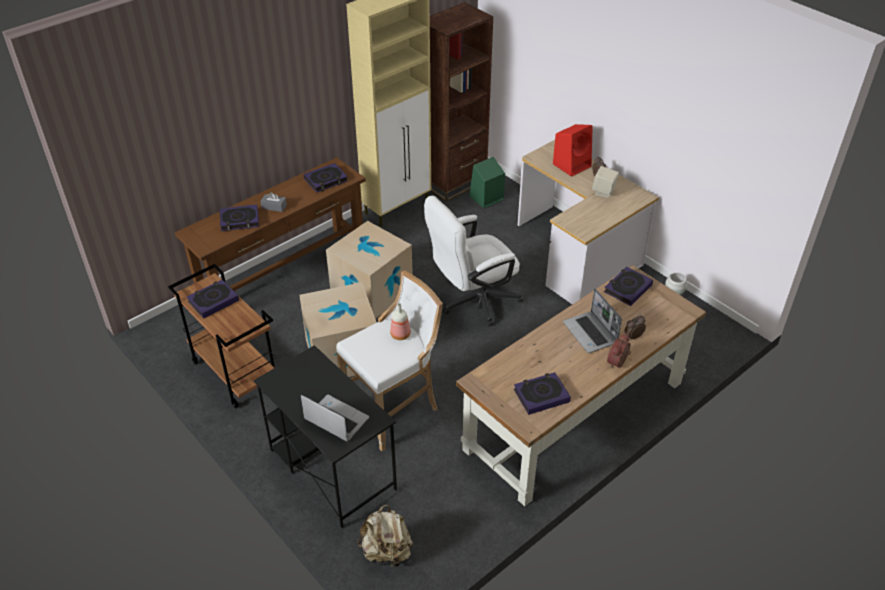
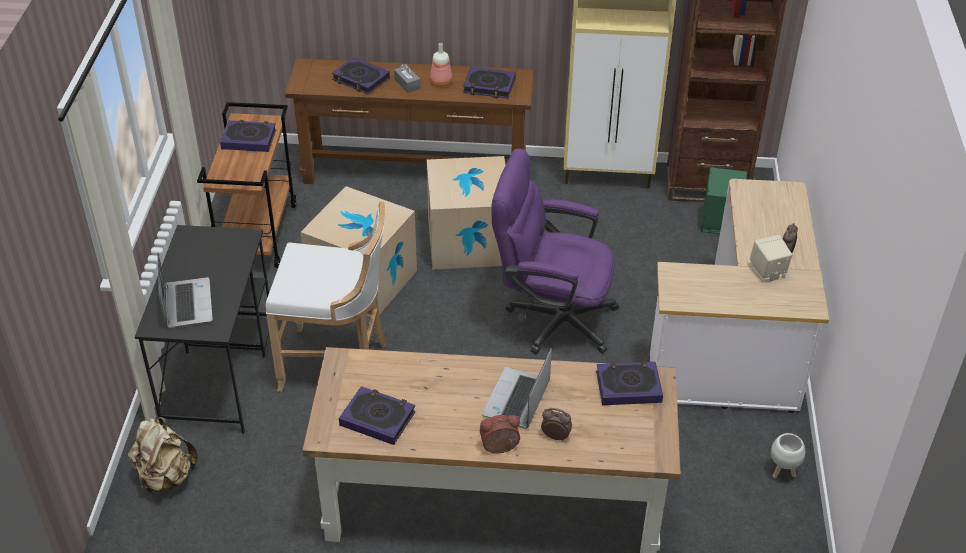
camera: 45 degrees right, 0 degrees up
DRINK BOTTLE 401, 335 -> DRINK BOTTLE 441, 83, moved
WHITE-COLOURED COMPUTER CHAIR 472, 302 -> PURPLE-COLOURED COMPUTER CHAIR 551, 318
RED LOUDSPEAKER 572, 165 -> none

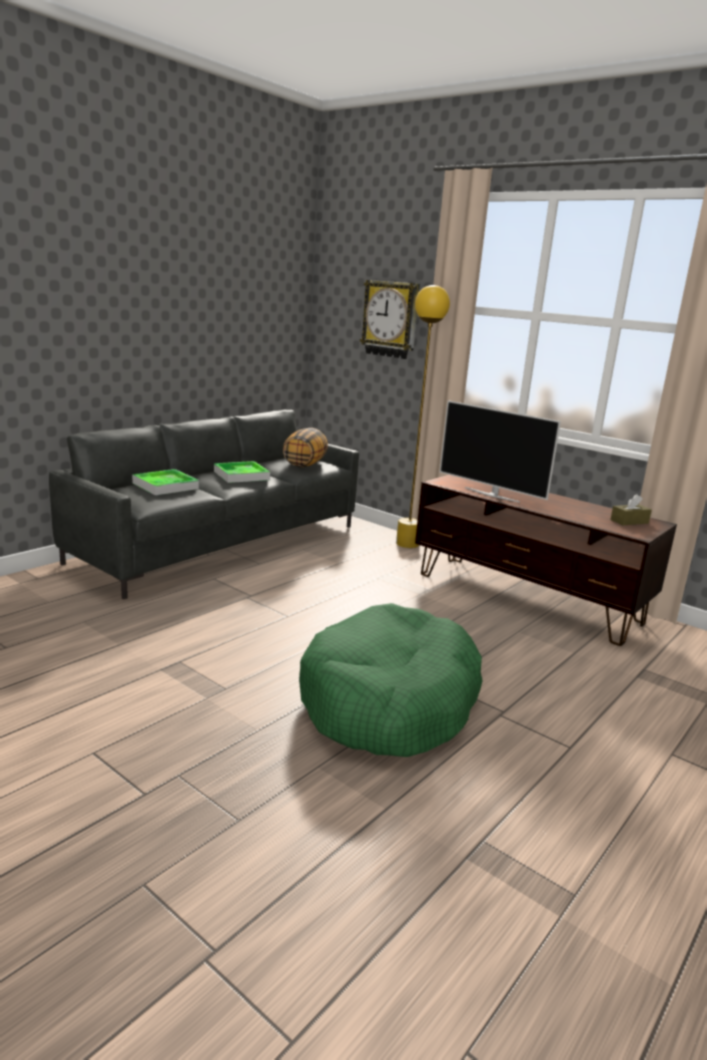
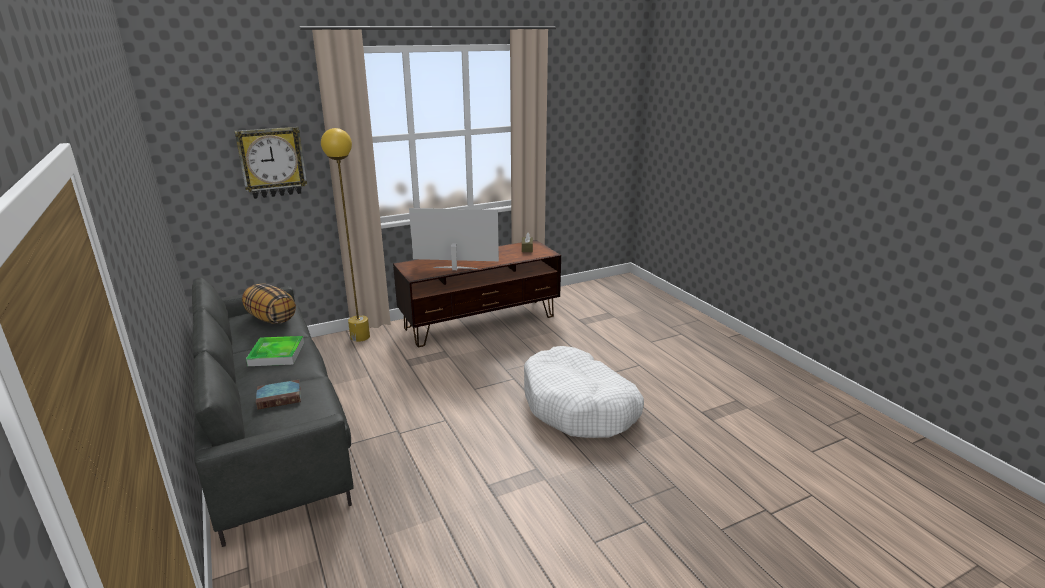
camera: 65 degrees left, 5 degrees up
TRAY 165, 486 -> VOLUME 280, 397
TELEVISION 492, 494 -> TELEVISION 455, 268, 150 degrees counterclockwise
GREEN DOG BED 389, 702 -> WHITE-COLOURED DOG BED 579, 406

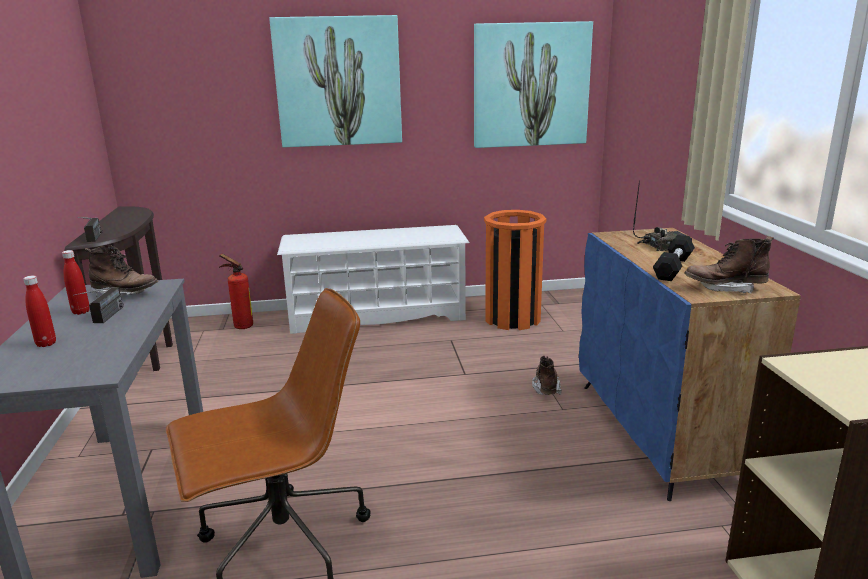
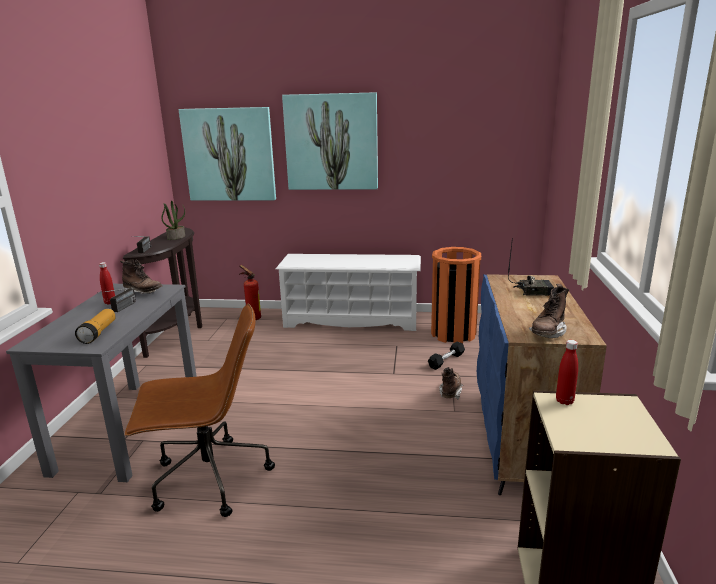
camera: 15 degrees right, 0 degrees up
none -> HAND TORCH 98, 333
none -> HOUSEPLANT 176, 237
WALL PICTURE 530, 85 -> WALL PICTURE 229, 154, moved
BLACK DUMBBELL 673, 268 -> BLACK DUMBBELL 446, 360, moved
BROWN-COLOURED HIGH-TOP BOOT 725, 288 -> BROWN-COLOURED HIGH-TOP BOOT 548, 332, 75 degrees counterclockwise
RED DRINK BOTTLE 46, 344 -> RED DRINK BOTTLE 564, 401, moved

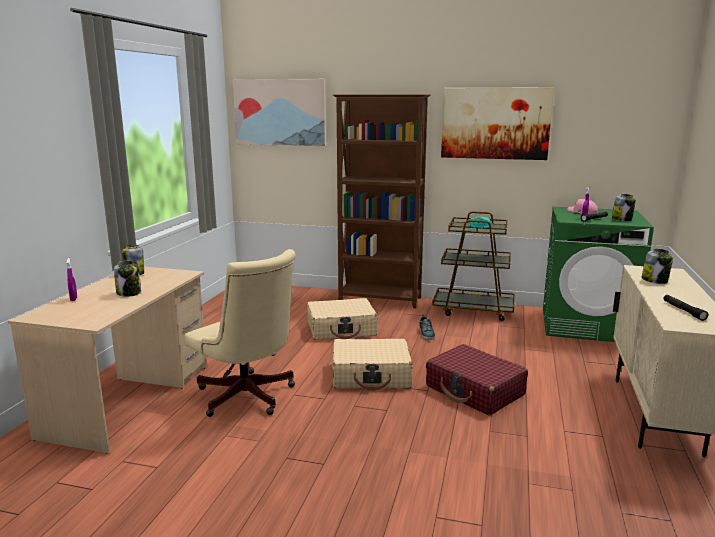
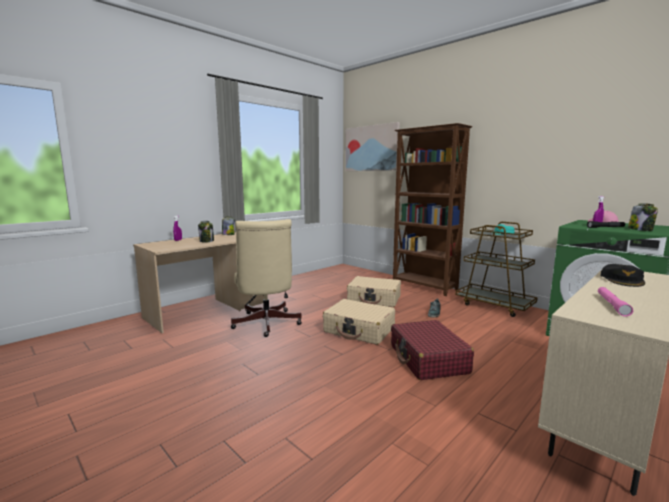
camera: 30 degrees right, 5 degrees down
BLACK HAND TORCH 683, 311 -> PINKISH HAND TORCH 612, 305
STORAGE JAR 655, 280 -> BLACK BASEBALL CAP 622, 280
WALL PICTURE 495, 123 -> none

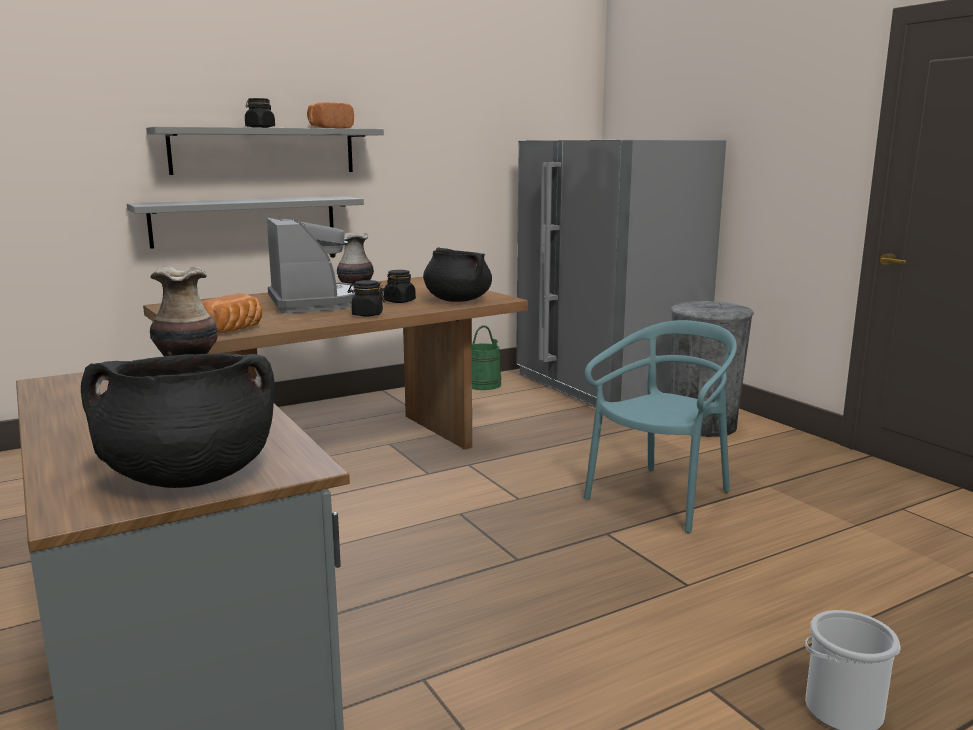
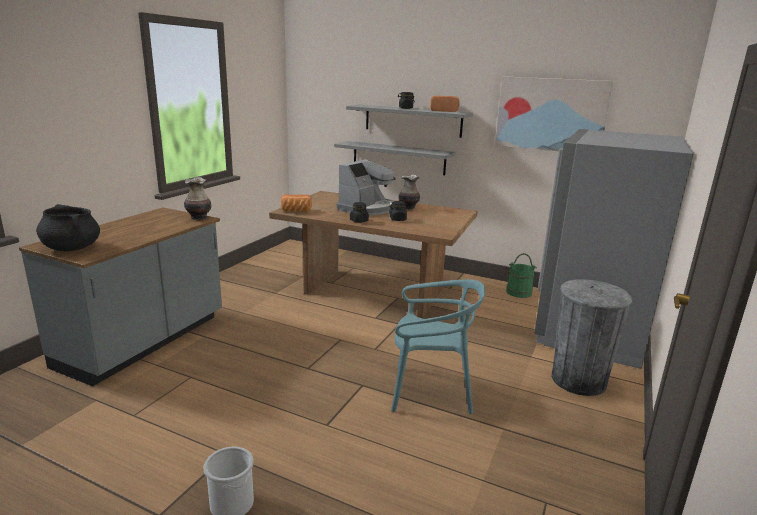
camera: 55 degrees right, 5 degrees up
none -> WALL PICTURE 551, 114
BLACK STOCKPOT 457, 300 -> none

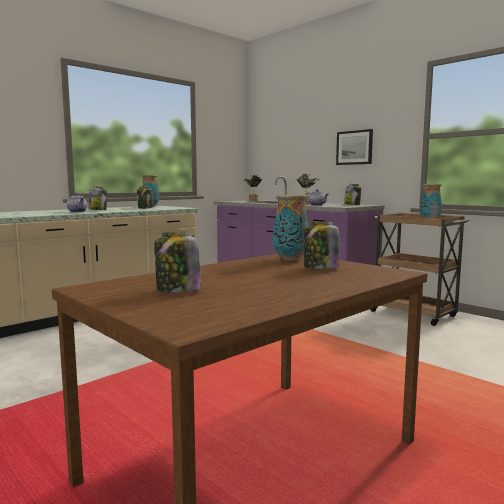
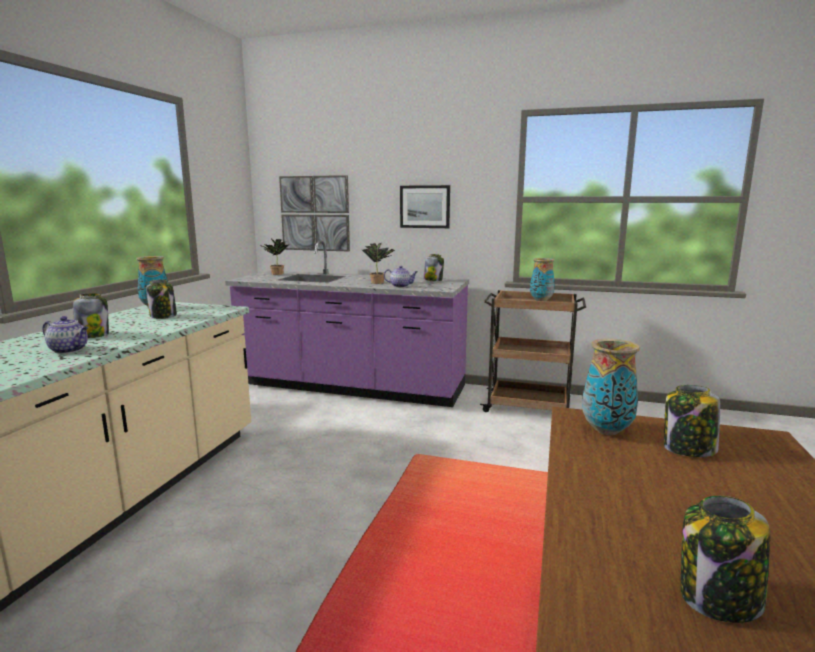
camera: 30 degrees left, 5 degrees up
none -> WALL PICTURE 315, 213

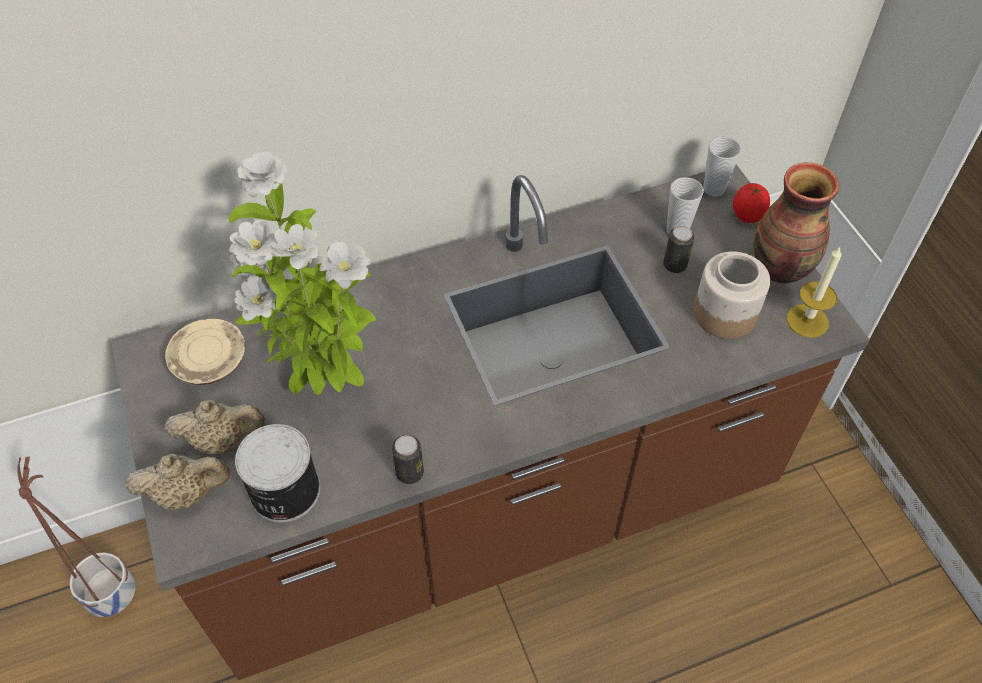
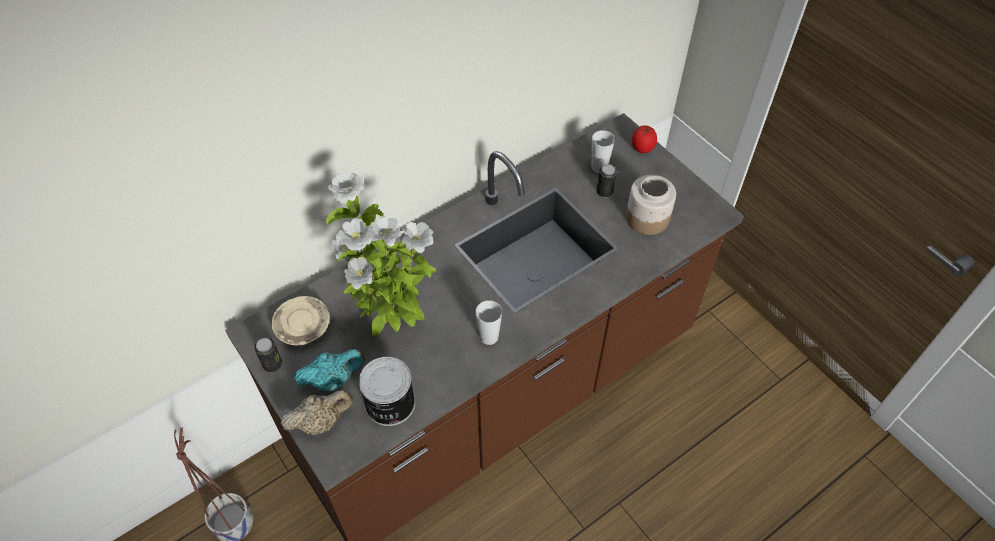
camera: 15 degrees left, 0 degrees up
SEALED CAN 409, 472 -> SEALED CAN 272, 364, moved
BEIGE-COLOURED POT FOR TEA 222, 440 -> TURQUOISE-COLOURED POT FOR TEA 333, 379
CUP 714, 189 -> CUP 489, 337, moved
DECORATIVE VASE 781, 268 -> none
WAX CANDLE 807, 321 -> none

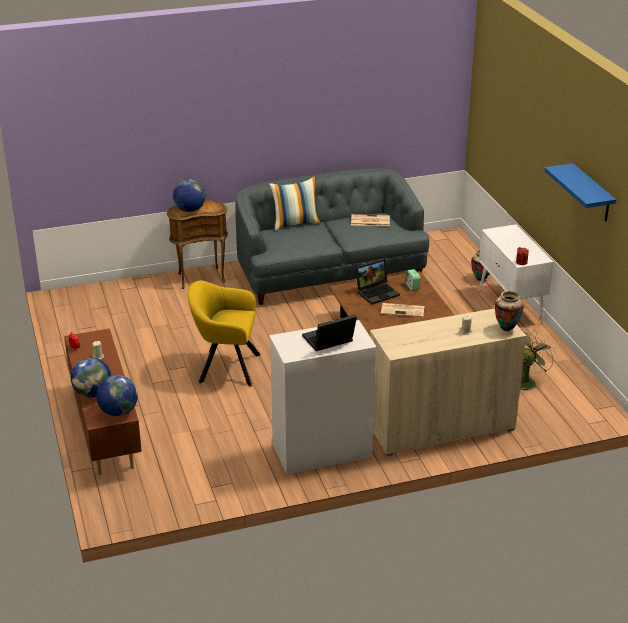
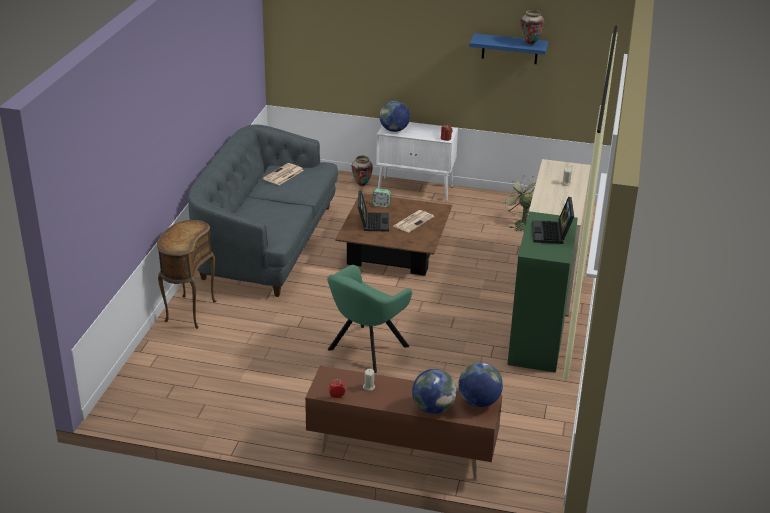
camera: 60 degrees left, 0 degrees up
YELLOW-COLOURED EASY CHAIR 225, 367 -> GREEN EASY CHAIR 365, 350
WORLD GLOBE 189, 210 -> WORLD GLOBE 394, 130, moved
WHITE-COLOURED DRESSER 321, 451 -> GREEN DRESSER 536, 344
DECORATIVE VASE 506, 329 -> DECORATIVE VASE 530, 43, moved
PILLOW 295, 223 -> none

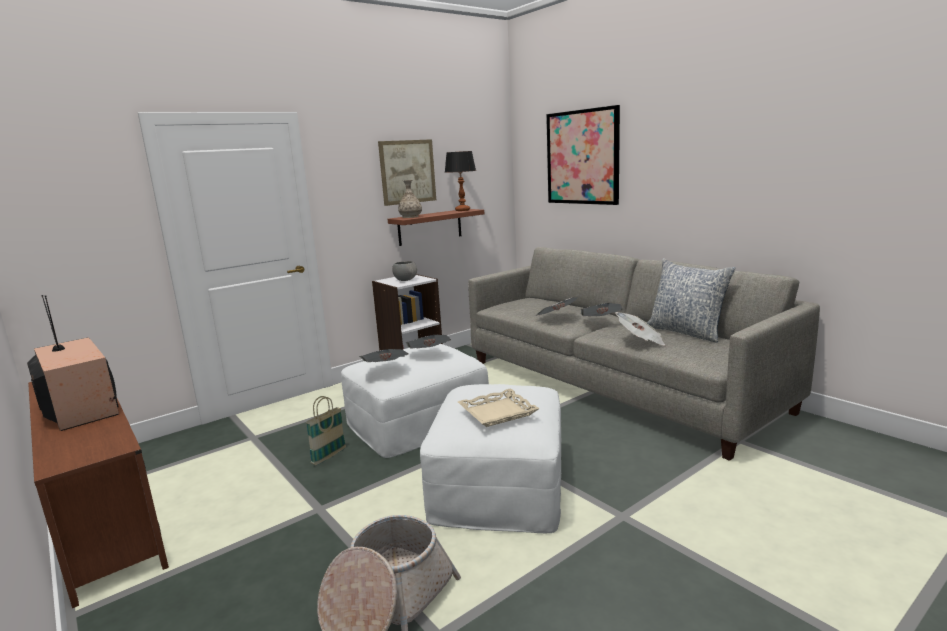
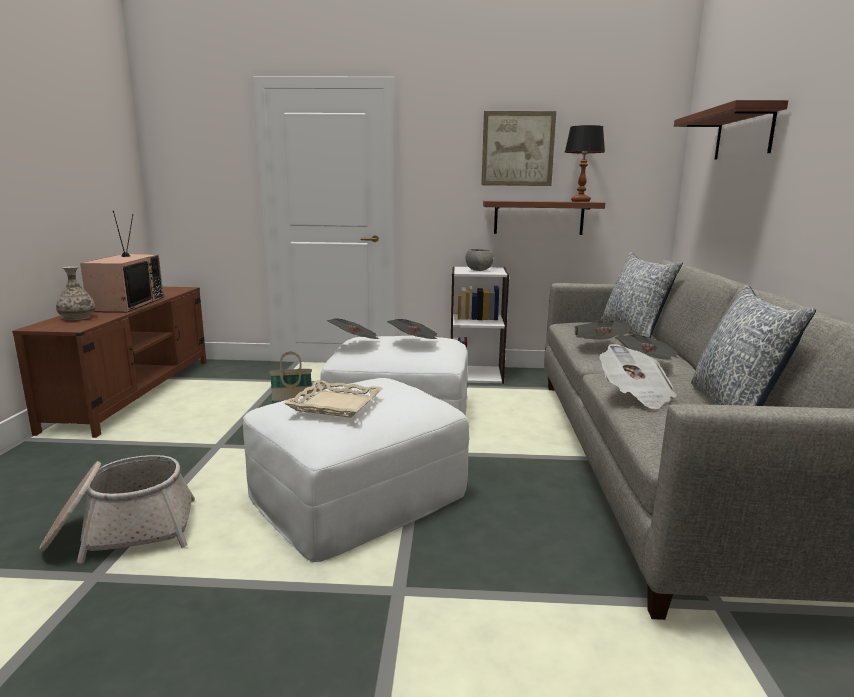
camera: 40 degrees right, 0 degrees up
DECORATIVE VASE 410, 217 -> DECORATIVE VASE 77, 318, moved
none -> PILLOW 633, 331
WALL PICTURE 582, 157 -> SHELF 743, 134

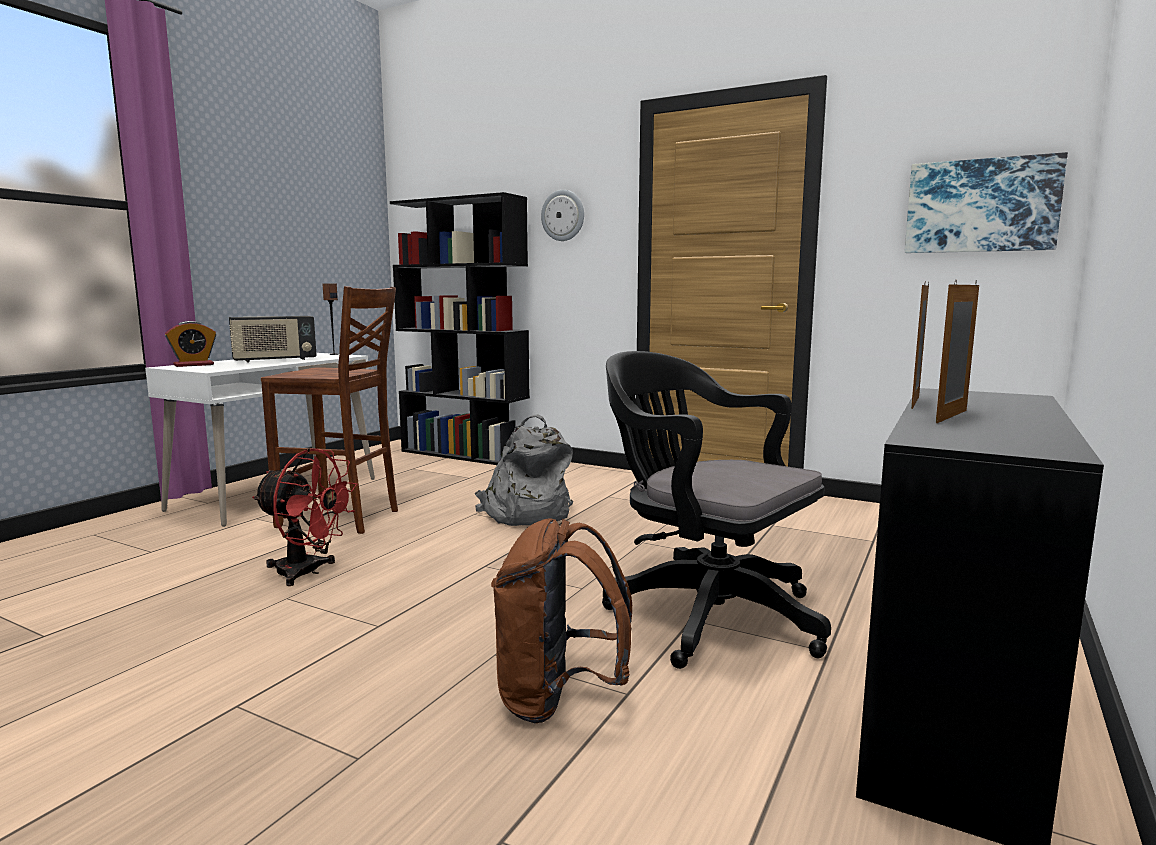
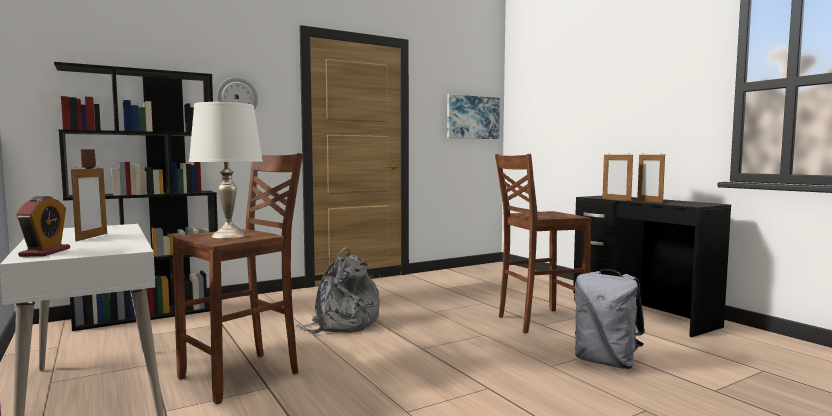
camera: 60 degrees left, 5 degrees down
RADIO RECEIVER 274, 360 -> PHOTO FRAME 92, 237
none -> WHITE-COLOURED TABLETOP LAMP 229, 235
BLACK COMPUTER CHAIR 705, 613 -> BROWN-COLOURED SITTING STOOL 538, 321
BROWN-COLOURED RUCKSACK 558, 699 -> GRAY RUCKSACK 606, 362
RED COOLING FAN 307, 572 -> none

